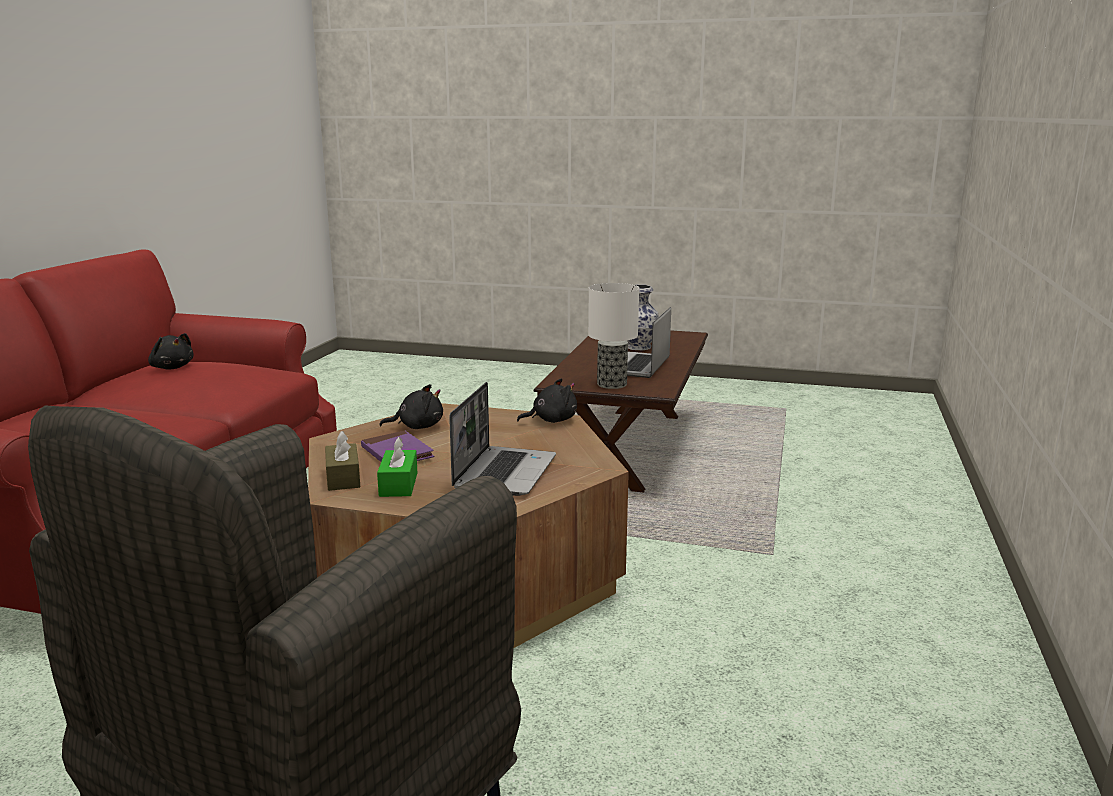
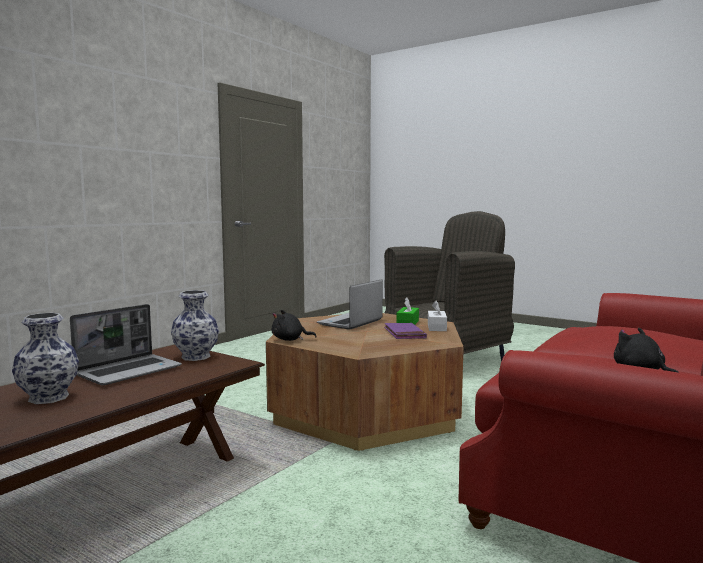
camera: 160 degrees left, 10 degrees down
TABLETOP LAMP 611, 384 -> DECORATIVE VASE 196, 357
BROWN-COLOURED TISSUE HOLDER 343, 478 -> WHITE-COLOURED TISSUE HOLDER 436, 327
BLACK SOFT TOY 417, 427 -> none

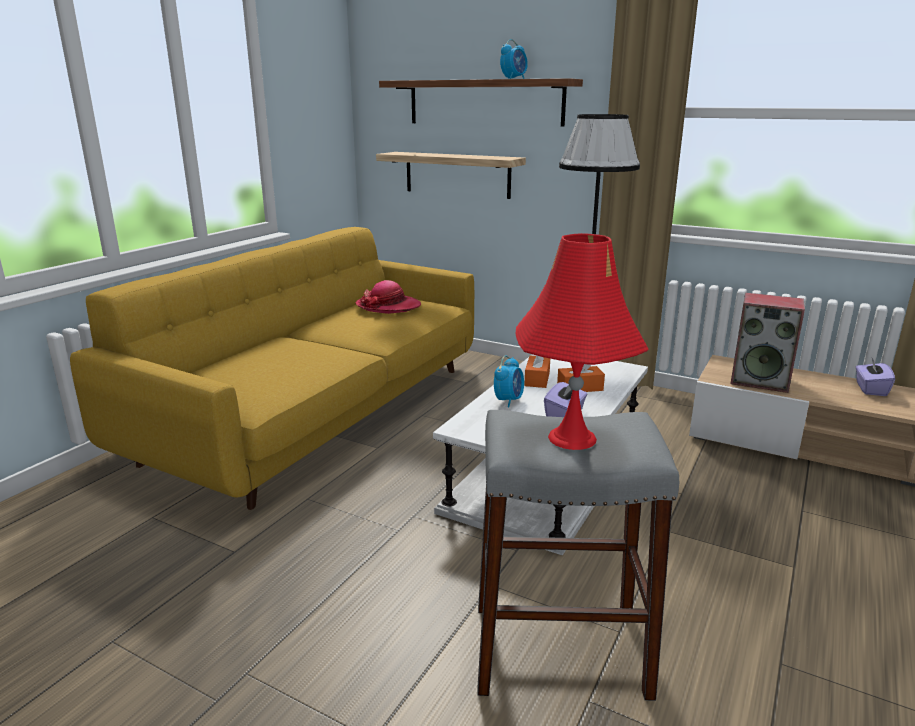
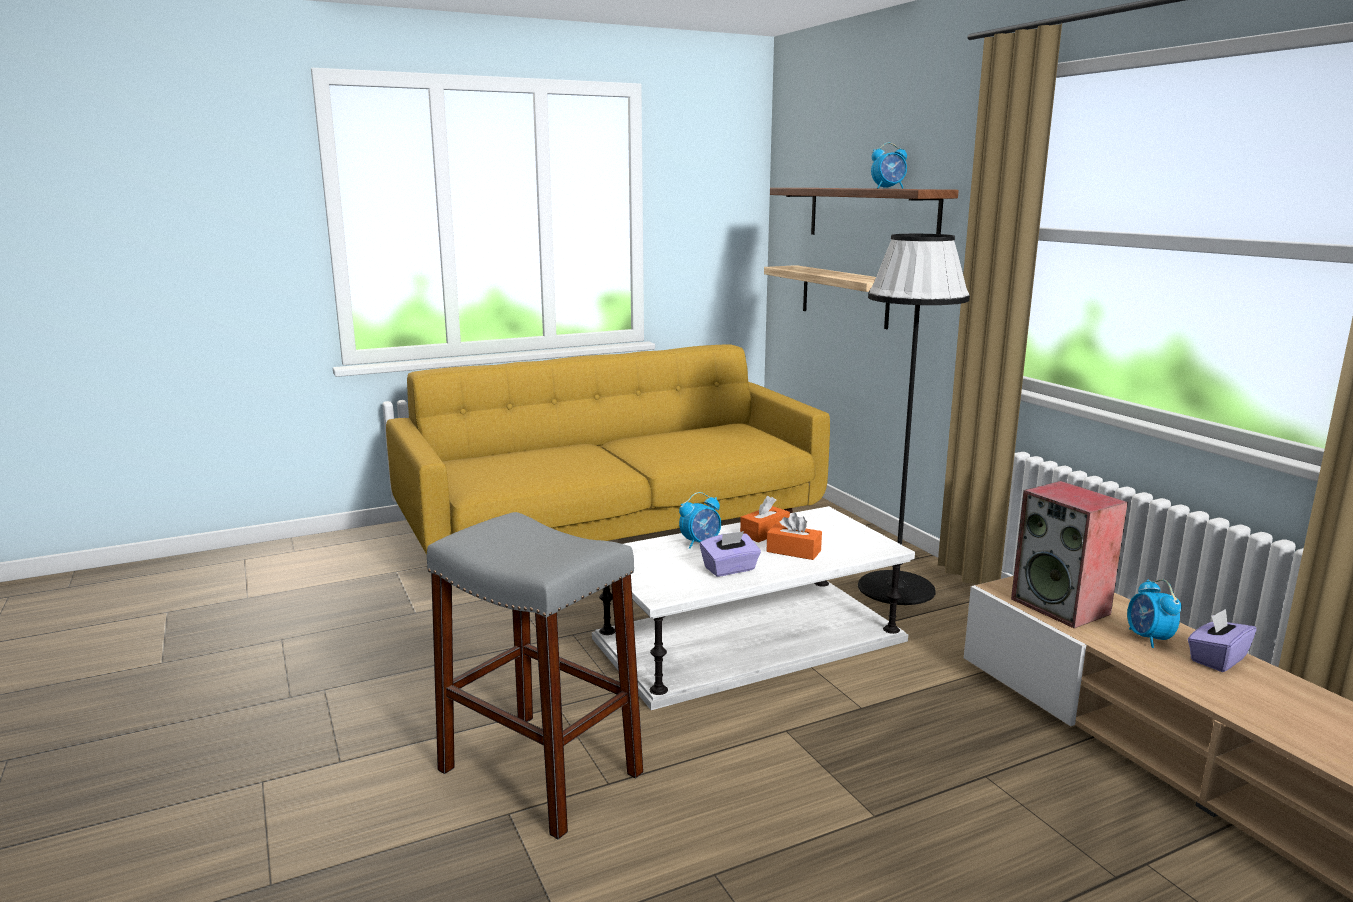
camera: 35 degrees right, 5 degrees down
none -> BEDSIDE CLOCK 1148, 638
WEARABLE HAT 388, 306 -> none
RED TABLETOP LAMP 572, 438 -> none

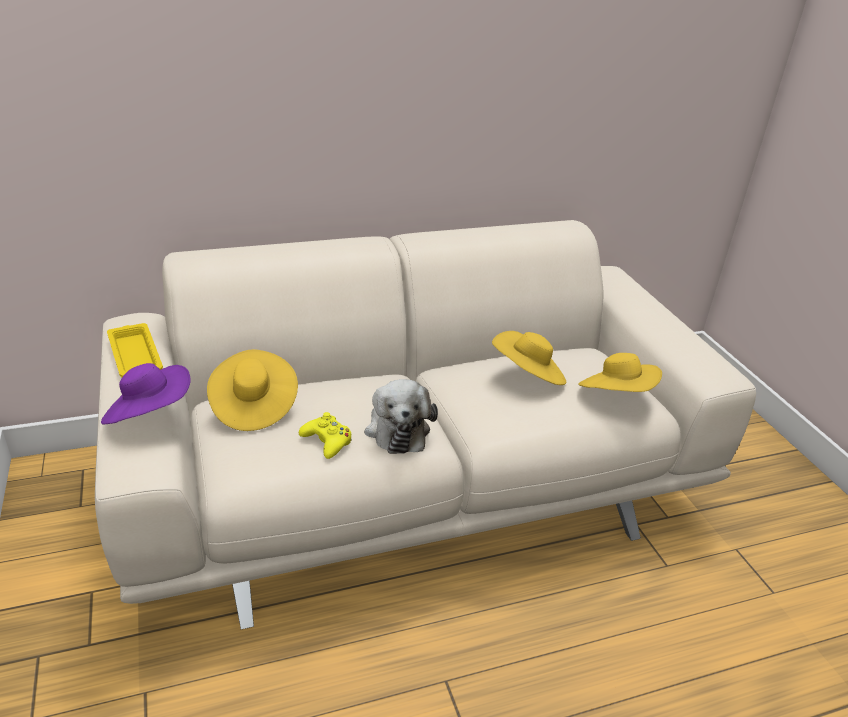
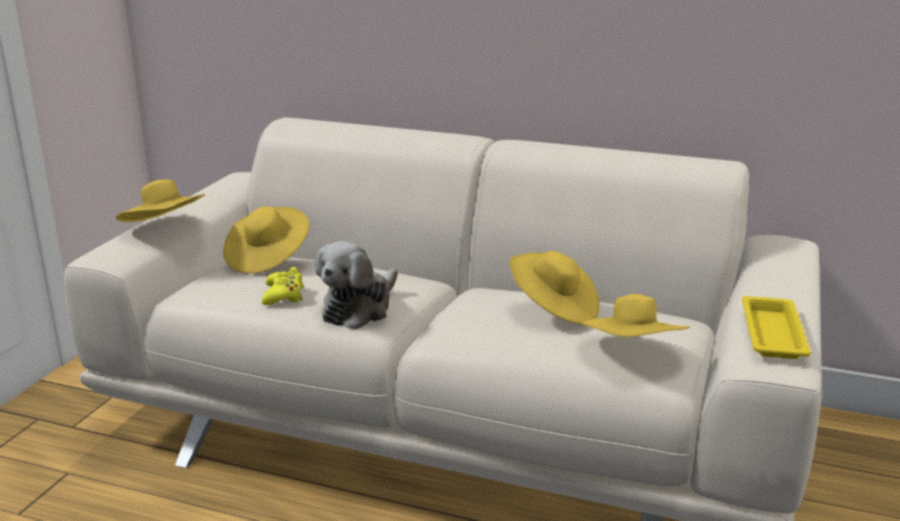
camera: 40 degrees right, 10 degrees down
PURPLE-COLOURED WEARABLE HAT 150, 414 -> YELLOW-COLOURED WEARABLE HAT 166, 229
YELLOW-COLOURED TRAY 135, 355 -> YELLOW-COLOURED TRAY 772, 333, moved

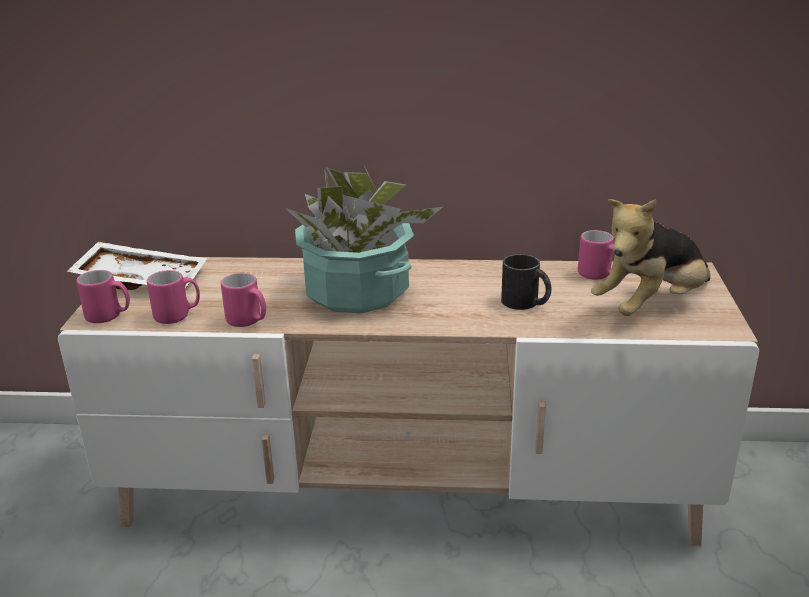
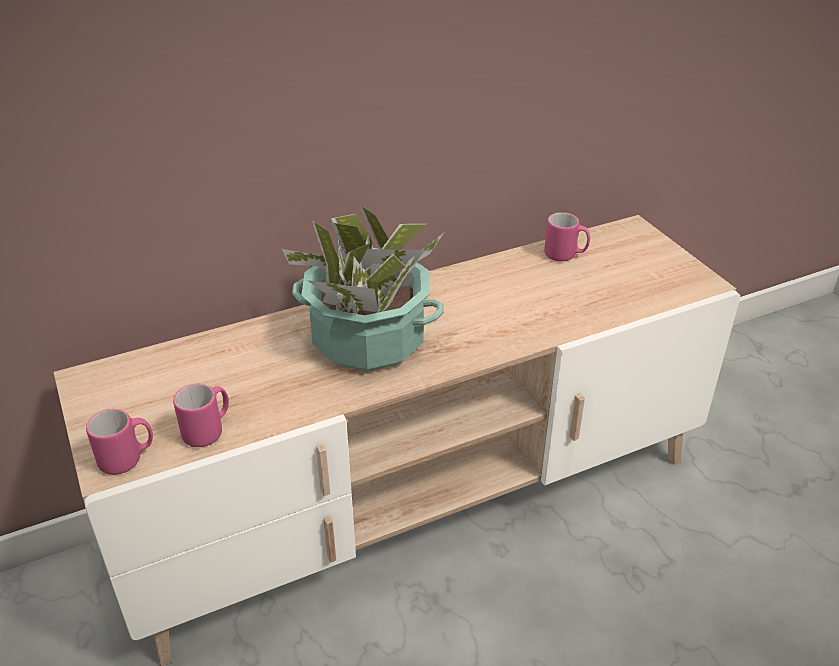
camera: 30 degrees left, 10 degrees up
WHITE-COLOURED TRAY 143, 280 -> none
PINKISH MUG 248, 322 -> none
BLACK MUG 526, 303 -> none
SOFT TOY 651, 306 -> none

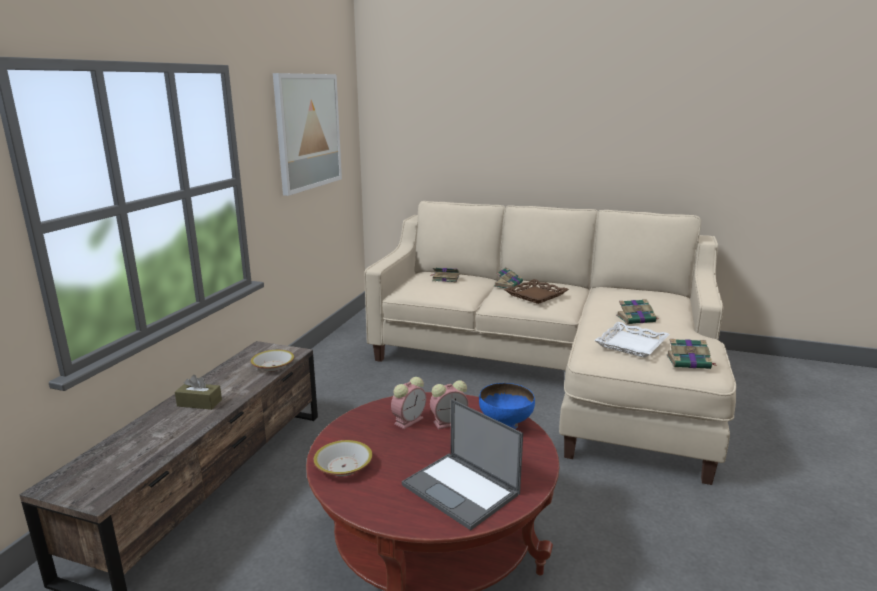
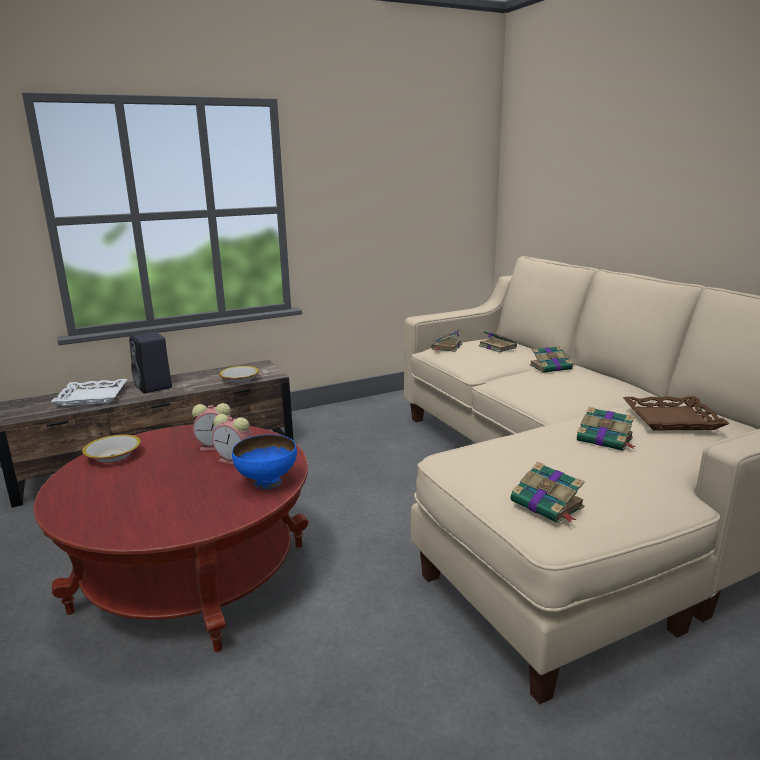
camera: 45 degrees right, 0 degrees up
WHITE-COLOURED TRAY 632, 344 -> WHITE-COLOURED TRAY 91, 397, moved
BROWN-COLOURED TISSUE HOLDER 199, 403 -> BLACK LOUDSPEAKER 154, 387
none -> VOLUME 446, 347
BROWN-COLOURED TRAY 535, 295 -> BROWN-COLOURED TRAY 671, 419, moved
WALL PICTURE 308, 131 -> none
PORTABLE COMPUTER 462, 490 -> none

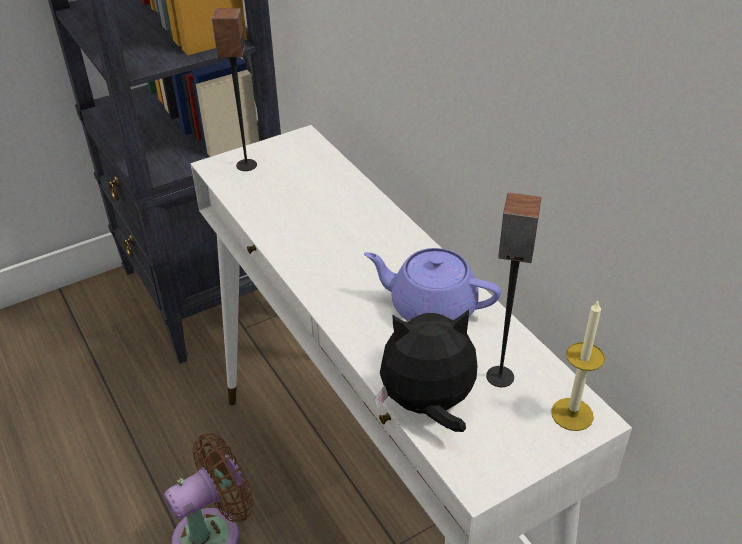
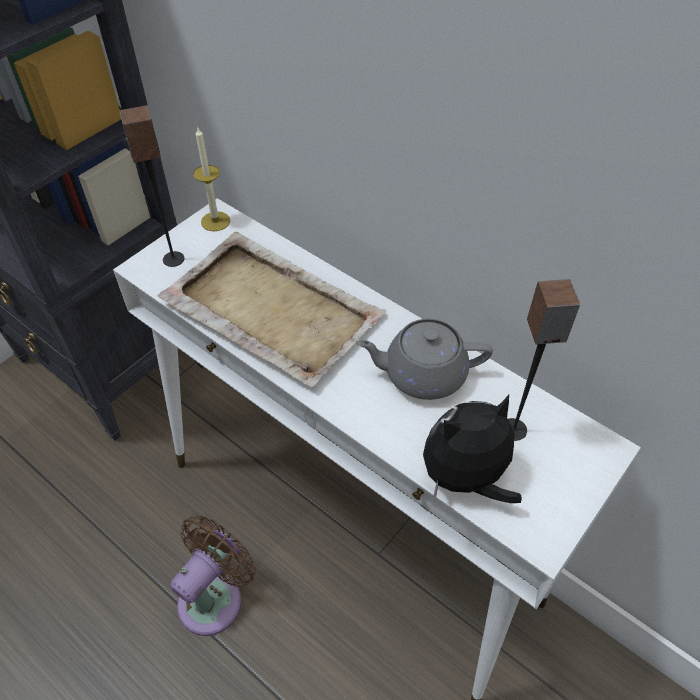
camera: 20 degrees left, 10 degrees up
none -> BEIGE-COLOURED TRAY 270, 309
WAX CANDLE 572, 414 -> WAX CANDLE 215, 221, moved
PURPLE-COLOURED POT FOR TEA 431, 307 -> GRAY POT FOR TEA 422, 374

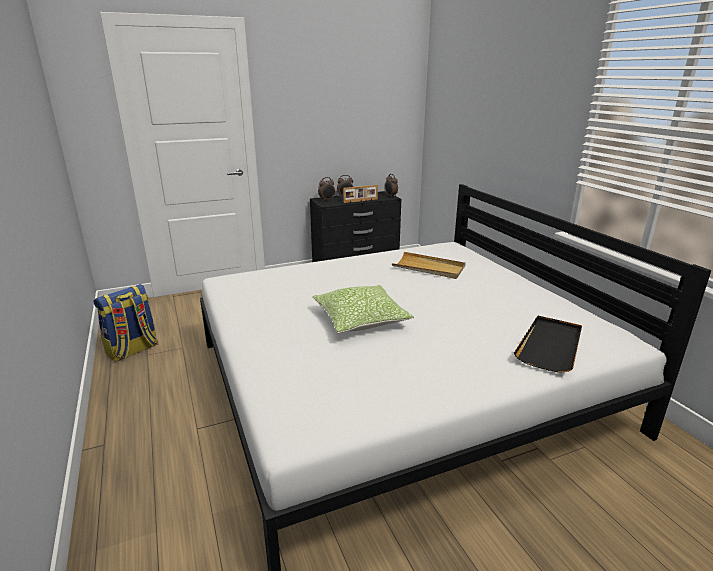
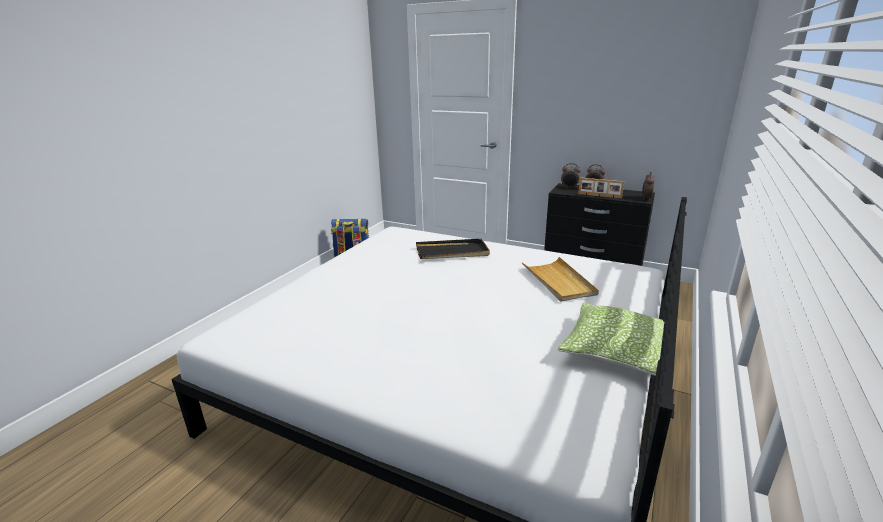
camera: 50 degrees right, 0 degrees up
BLACK TRAY 550, 346 -> BLACK TRAY 452, 252, moved
PILLOW 360, 320 -> PILLOW 616, 351, moved

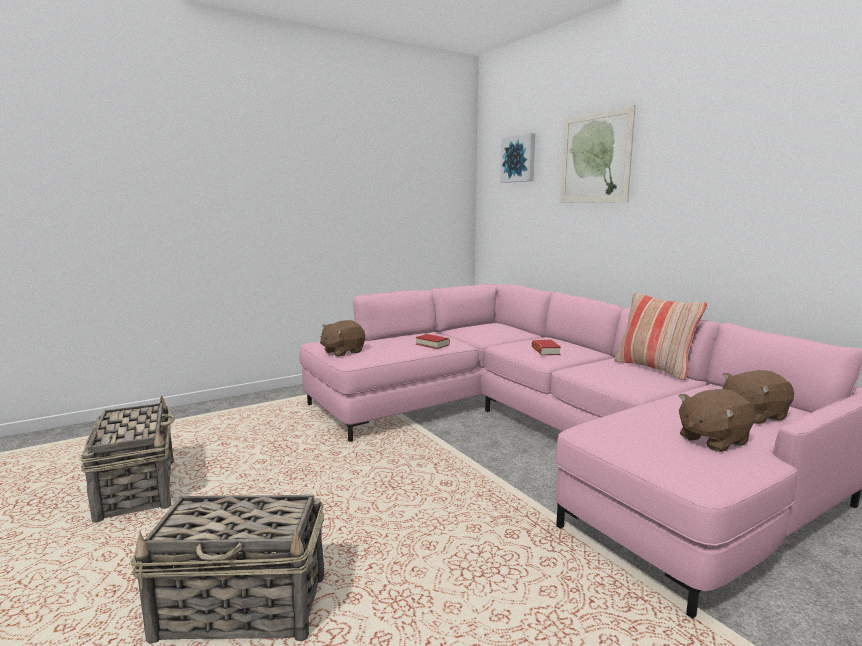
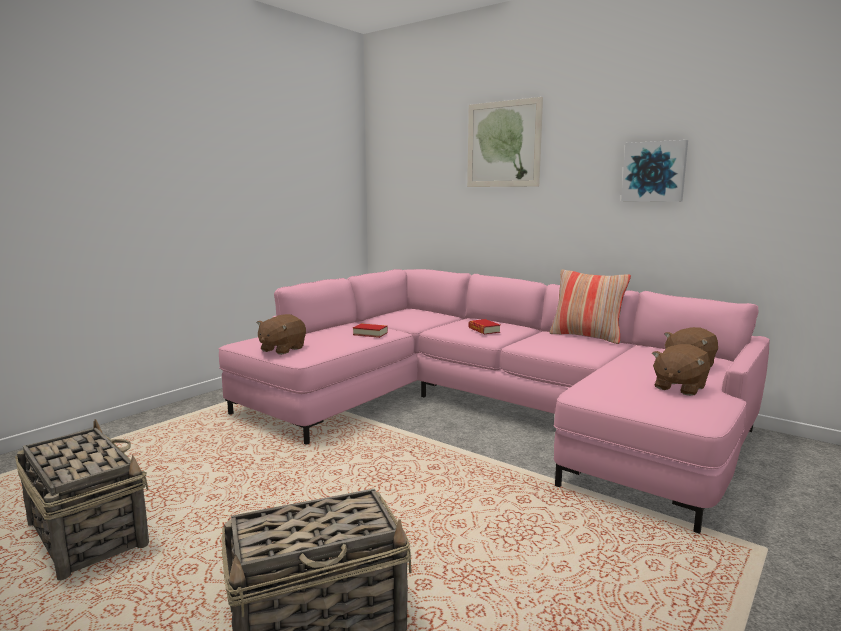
camera: 20 degrees left, 0 degrees up
WALL PICTURE 519, 159 -> WALL PICTURE 654, 171, moved

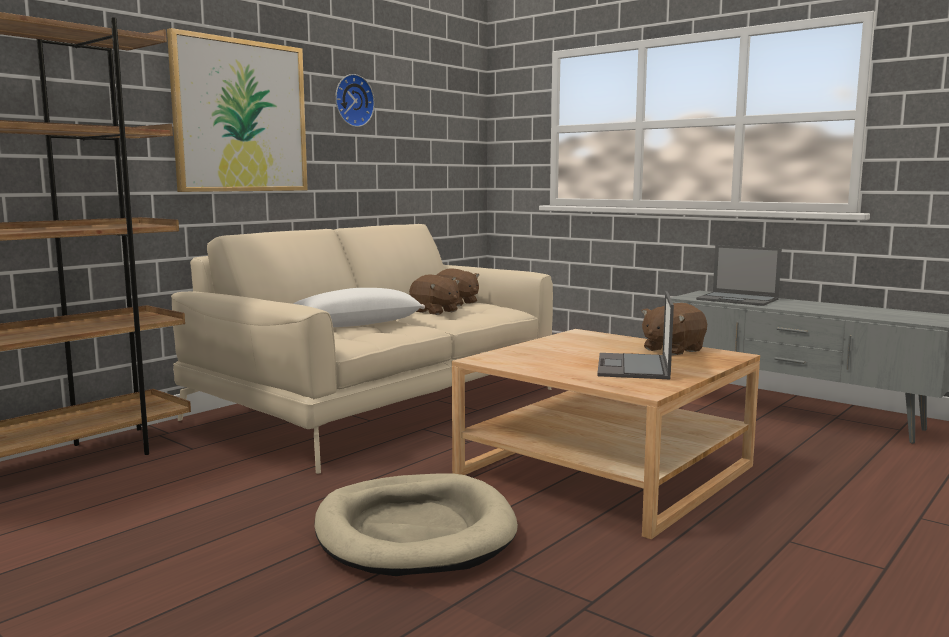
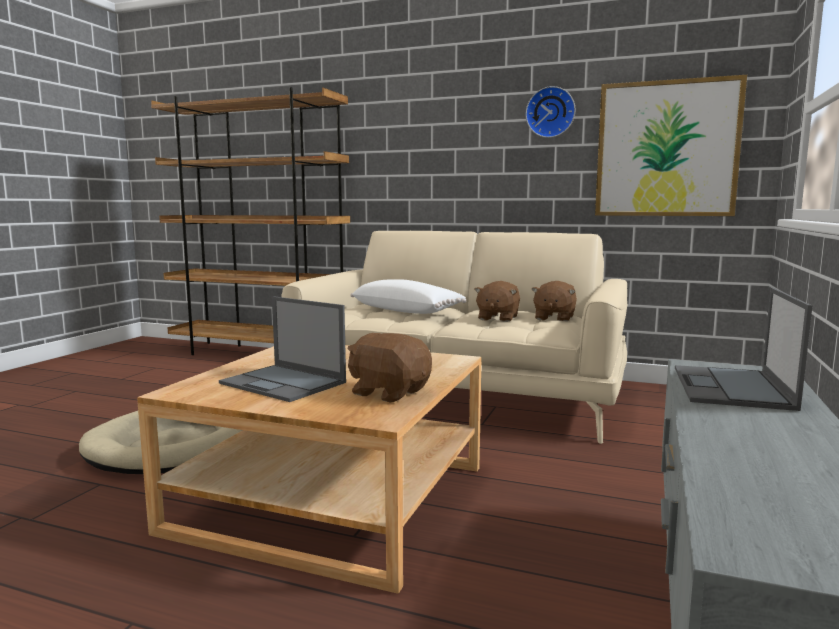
camera: 70 degrees right, 0 degrees up
PORTABLE COMPUTER 633, 367 -> PORTABLE COMPUTER 284, 383, 135 degrees counterclockwise
WALL PICTURE 241, 116 -> WALL PICTURE 666, 149, moved

